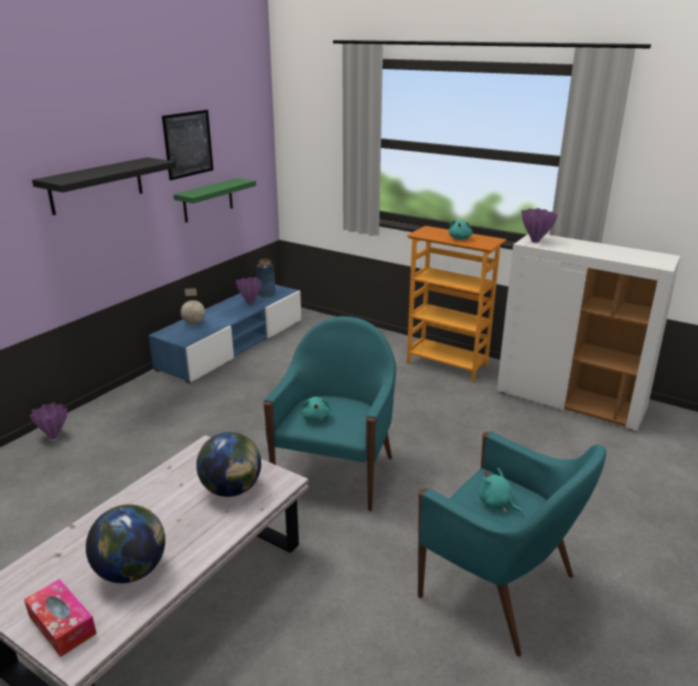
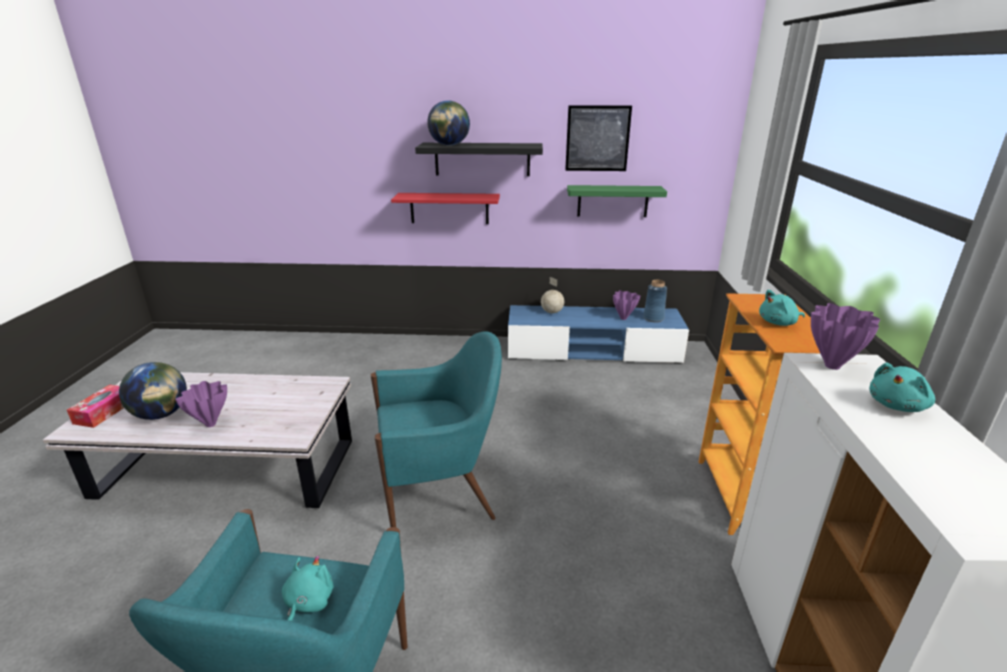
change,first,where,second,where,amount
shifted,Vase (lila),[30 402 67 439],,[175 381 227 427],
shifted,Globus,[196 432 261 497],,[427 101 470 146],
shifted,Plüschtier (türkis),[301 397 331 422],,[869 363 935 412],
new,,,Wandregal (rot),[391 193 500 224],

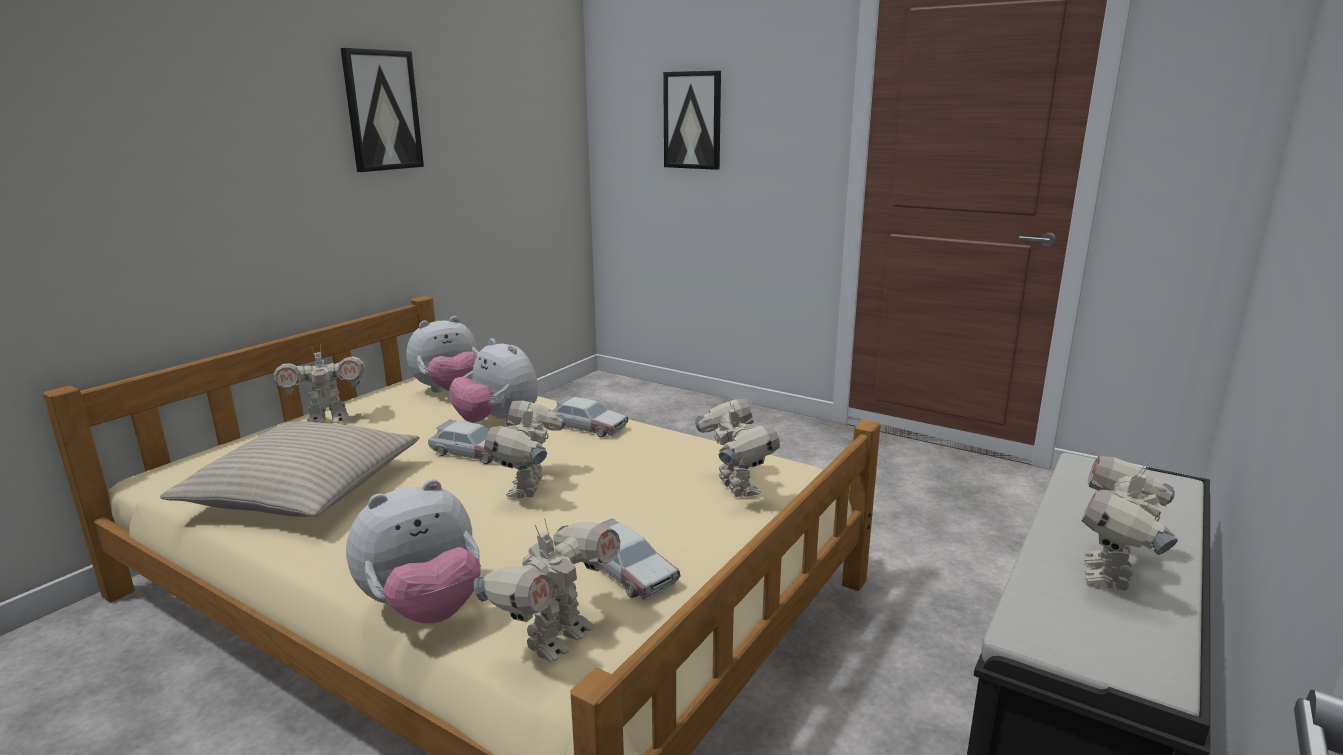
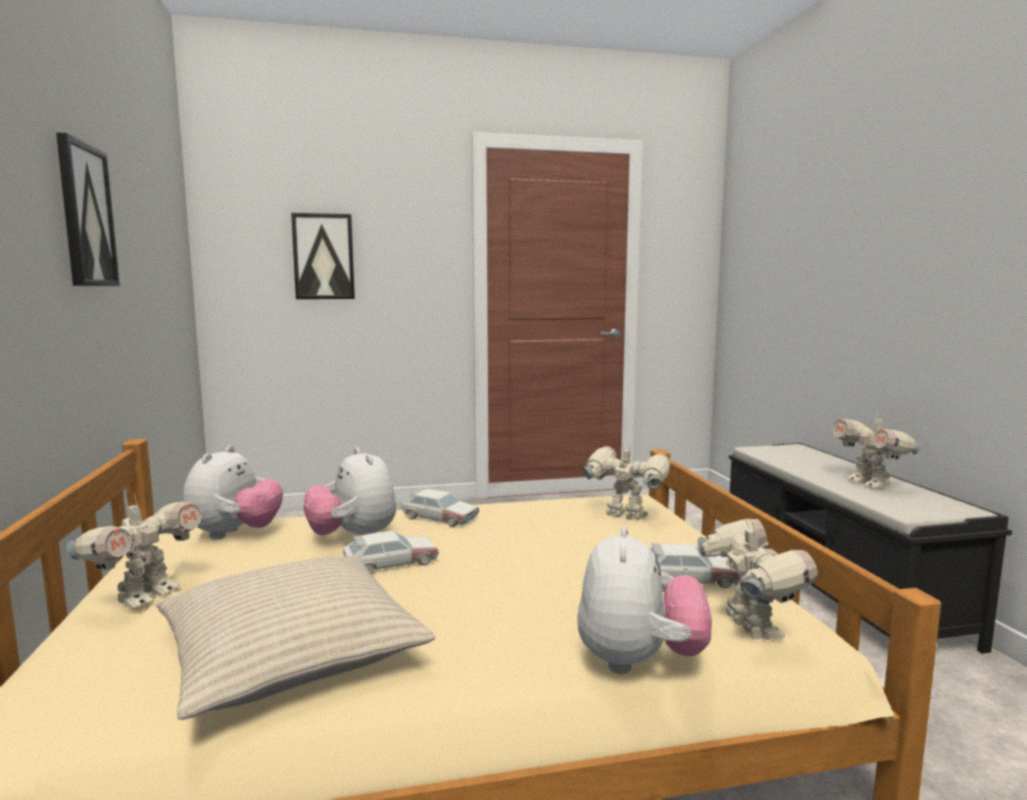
change,first,where,second,where,amount
rotated,Plüschtier,[449 338 538 423],,[304 447 396 535],60 degrees clockwise
gone,Spielzeugroboter,[484 399 565 498],,,
rotated,Spielzeugauto,[551 395 629 437],,[401 488 479 527],45 degrees clockwise

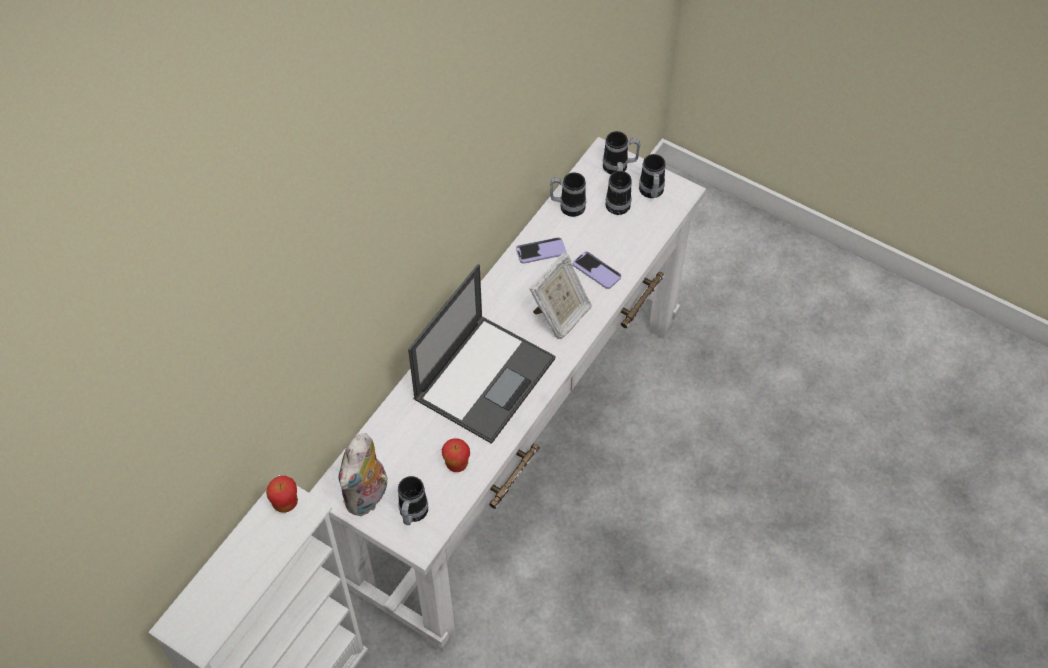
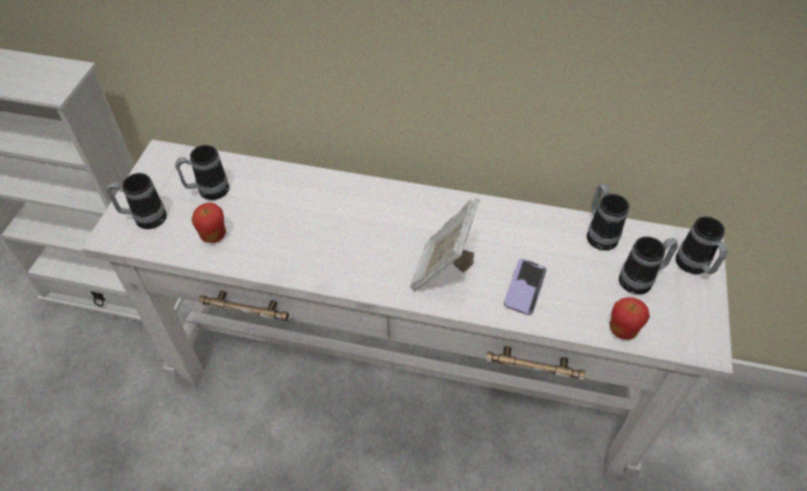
change,first,where,second,where,amount
shifted,Apfel,[266 476 298 513],,[609 297 650 340],
gone,Plüschtier,[339 433 388 516],,,
gone,Laptop,[408 264 555 444],,,
gone,Handy,[516 237 566 264],,,
rotated,Bilderrahmen,[529 252 592 339],,[410 198 480 292],90 degrees clockwise
shifted,Henkelbecher,[639 154 666 198],,[175 145 229 200],

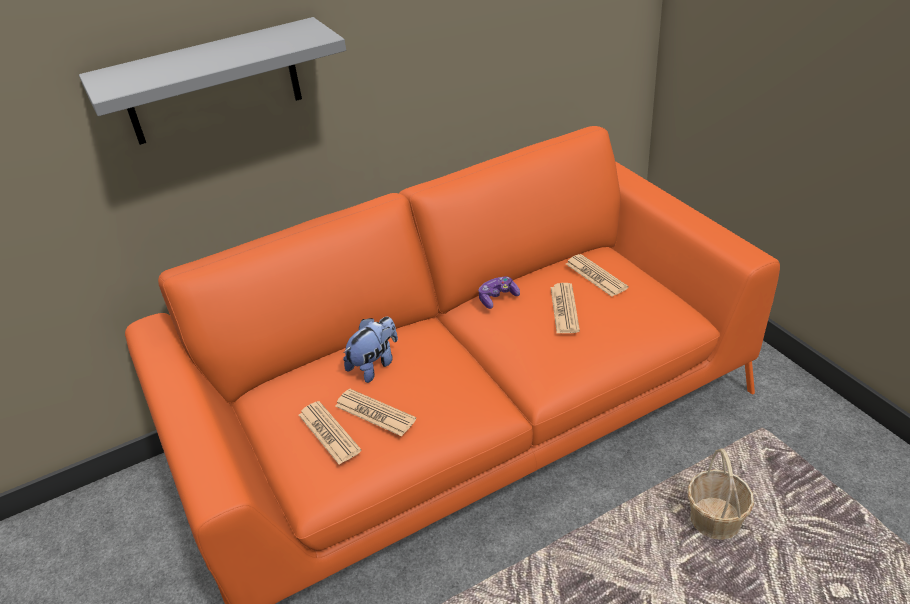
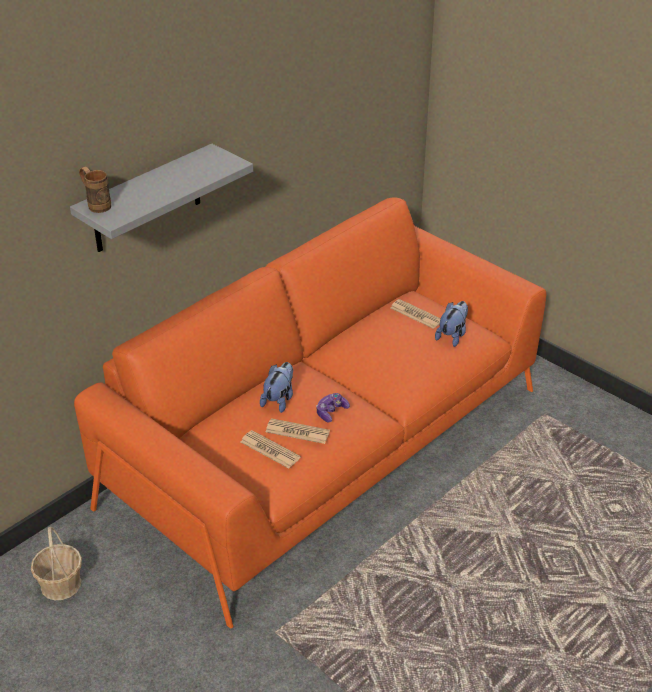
change,first,where,second,where,amount
shifted,Gamepad,[478 276 520 309],,[316 393 350 422],
gone,Zeitung,[551 283 580 333],,,
shifted,Korb,[688 448 754 540],,[31 527 82 600],
new,,,Henkelbecher (braun),[79 167 111 213],
new,,,Plüschtier,[435 301 468 347],

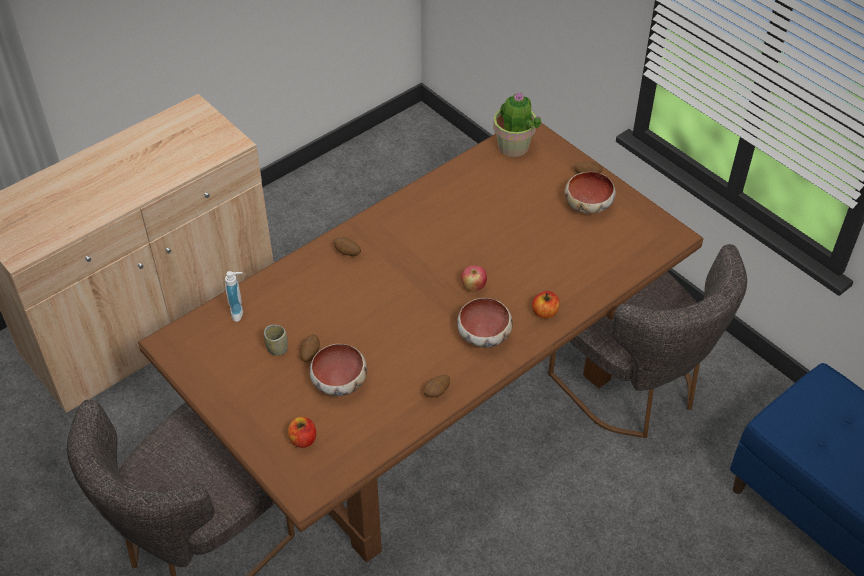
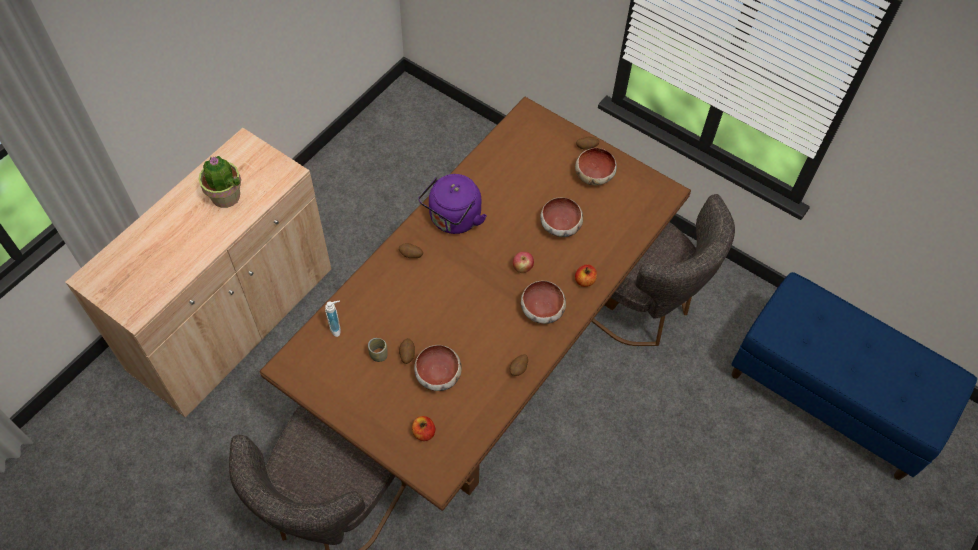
change,first,where,second,where,amount
shifted,Topfpflanze,[493 92 541 157],,[199 156 241 208],
new,,,Wasserkessel (lila),[418 174 487 234],
new,,,Schüssel,[540 197 583 237],

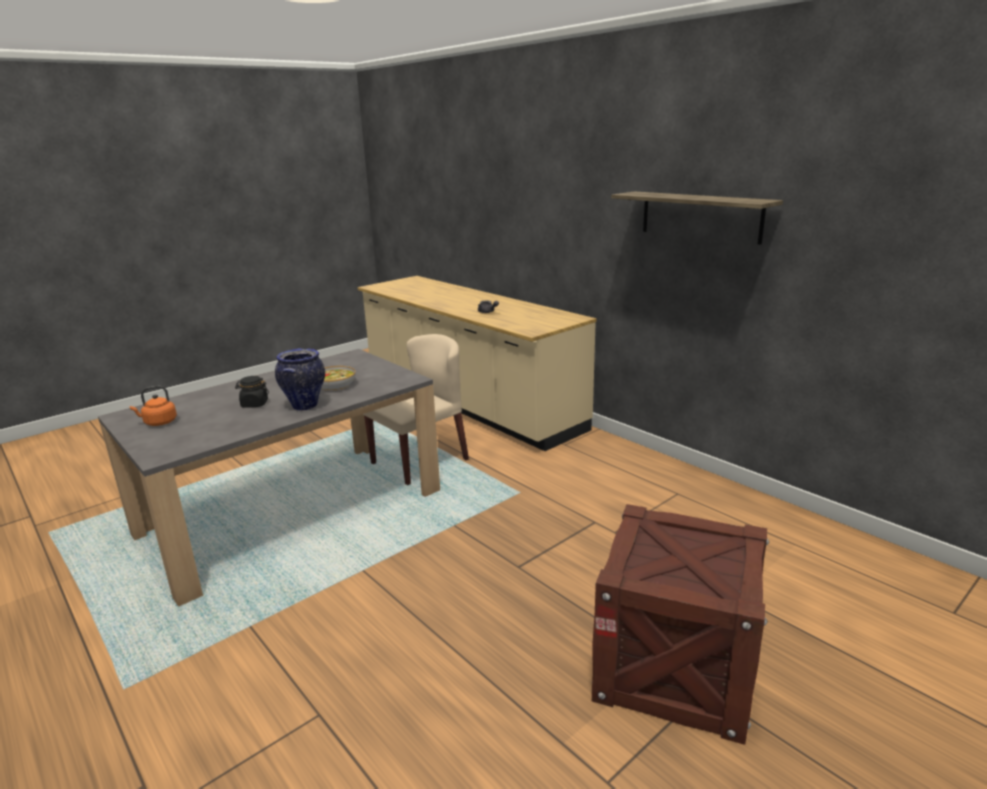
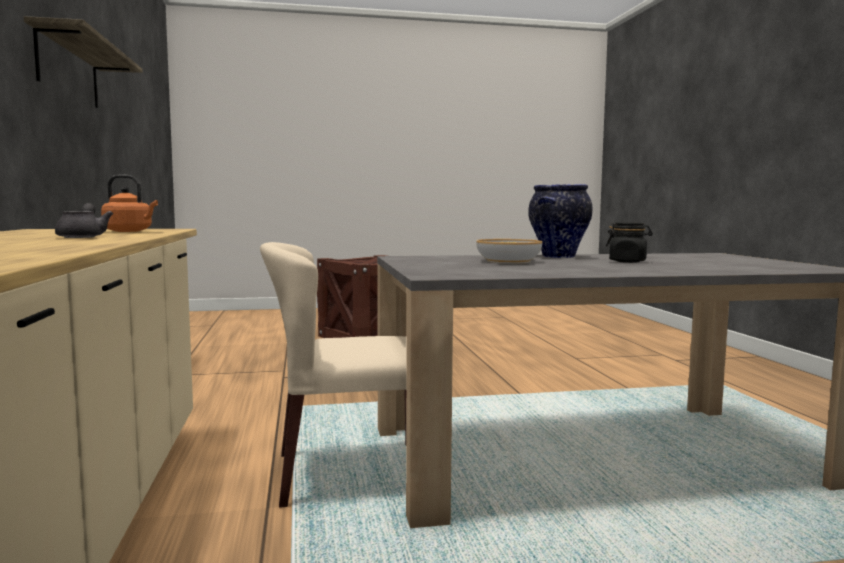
change,first,where,second,where,amount
shifted,Wasserkessel (orange),[130 386 177 426],,[101 175 158 232],

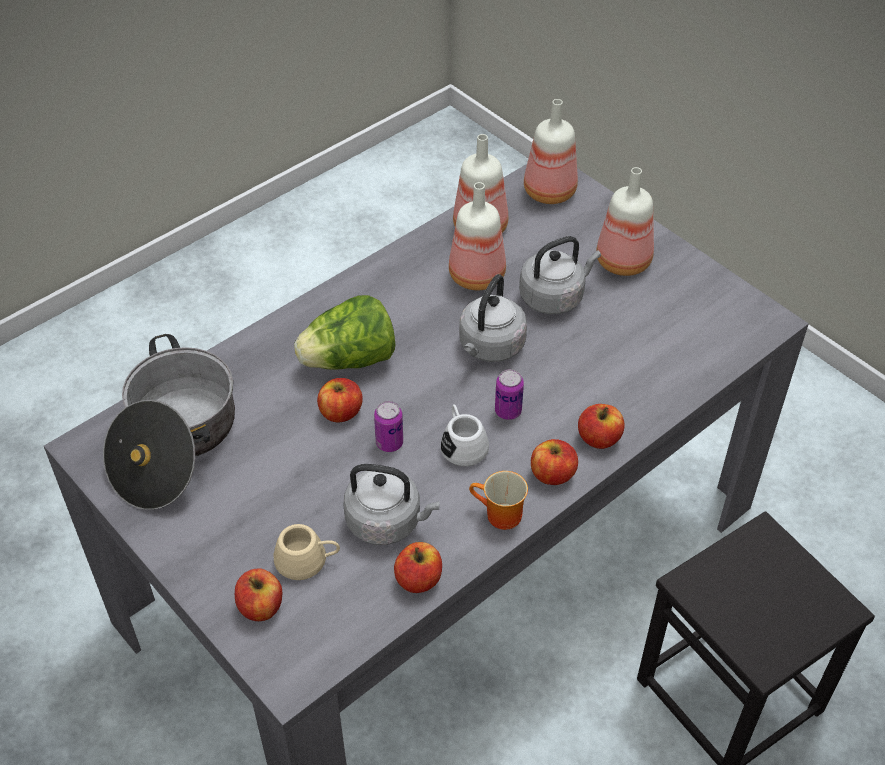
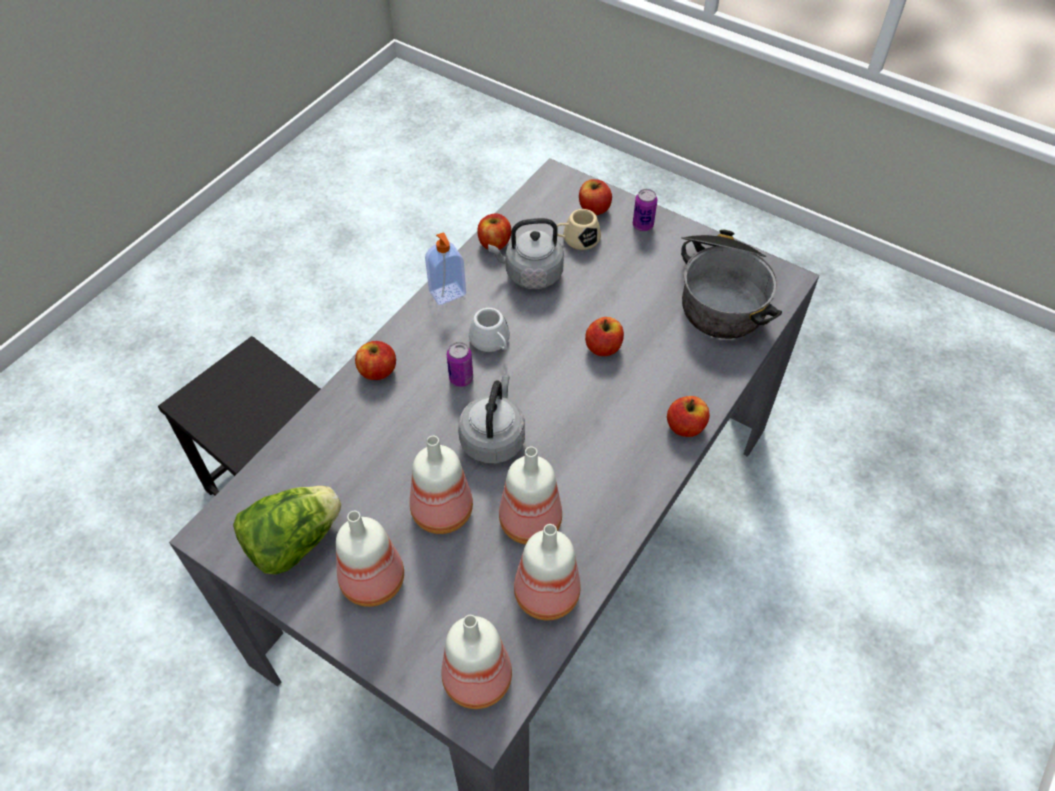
change,first,where,second,where,amount
shifted,Salatkopf,[294 295 395 370],,[233 486 341 575],
shifted,Dose,[374 401 403 452],,[633 189 657 231],
swapped,Henkelbecher,[469 471 528 530],Seifenspender,[425 232 466 305],
swapped,Wasserkessel (grau),[519 236 601 314],Flasche,[410 436 473 534],
shifted,Apfel,[531 439 578 485],,[667 396 710 437],

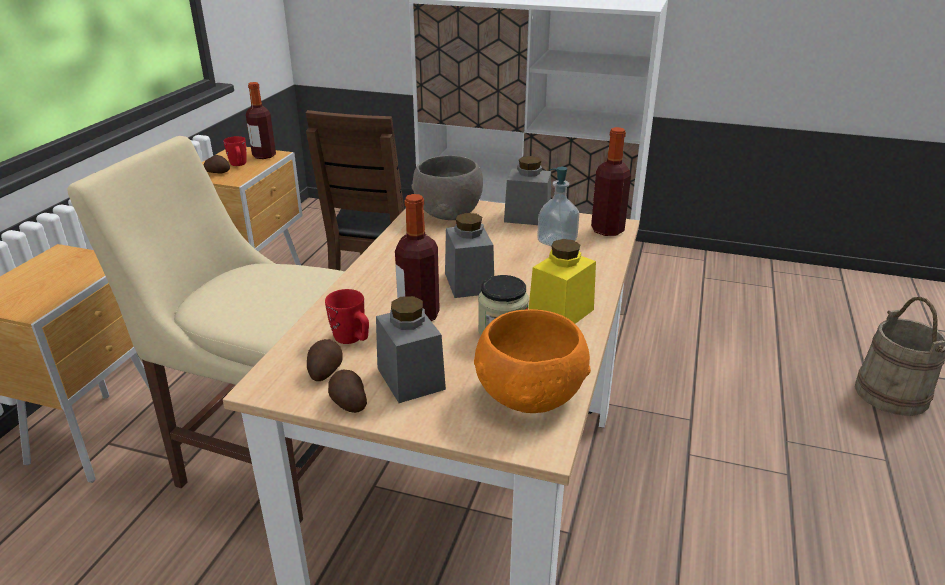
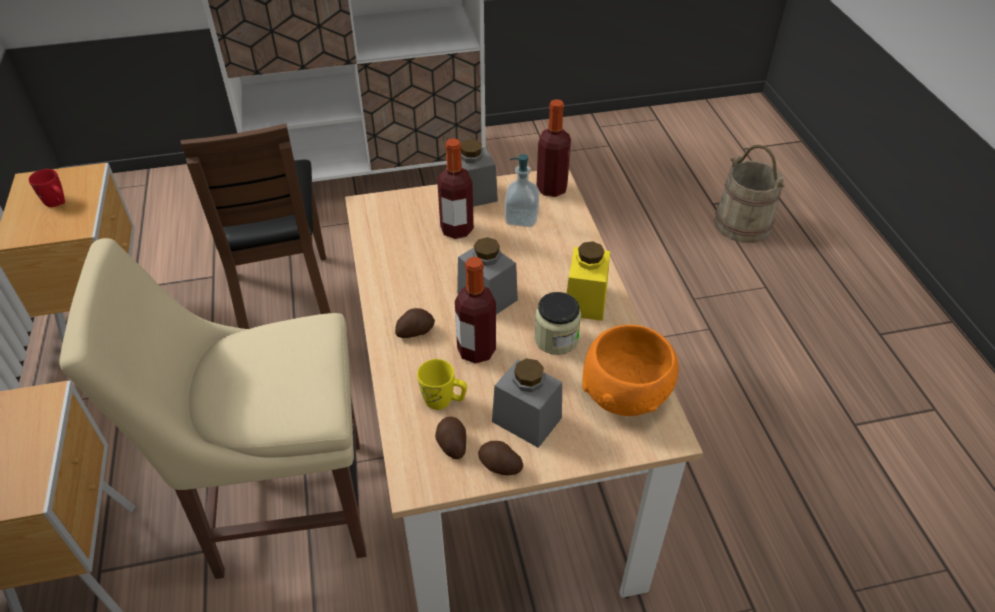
change,first,where,second,where,amount
shifted,Kartoffel,[203 155 230 174],,[395 308 435 338],
shifted,Flasche,[246 82 276 159],,[437 138 474 239],
repainted,Henkelbecher (rot),[325 289 369 344],Henkelbecher (gelb),[417 359 467 410],
gone,Schüssel (grau),[412 155 483 220],,,

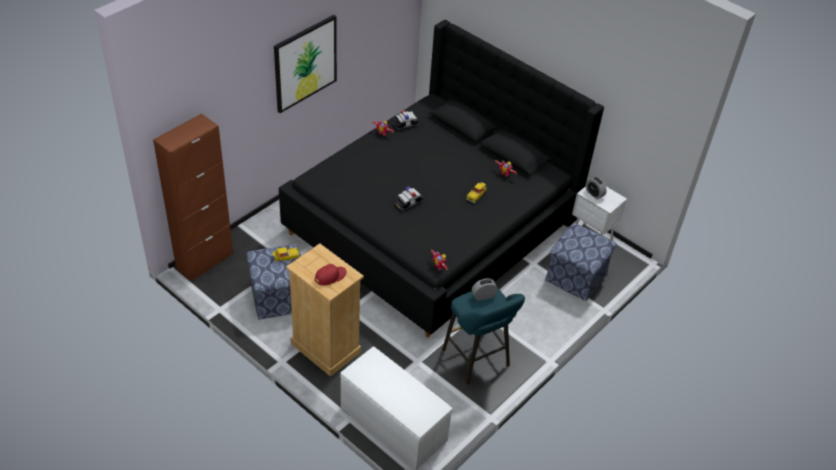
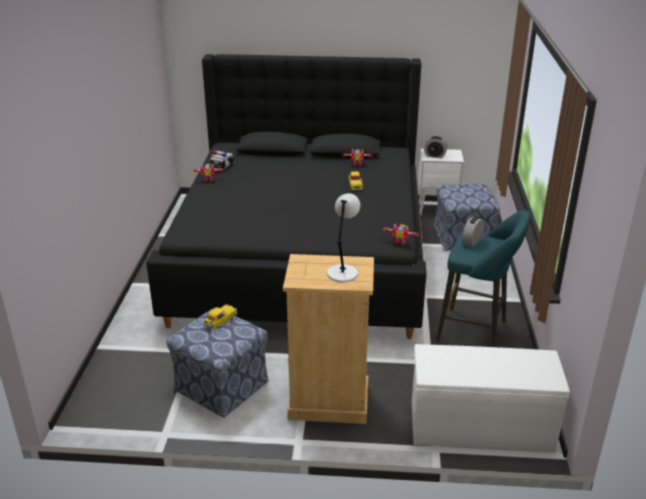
change,first,where,second,where,amount
gone,Schrank (braun),[153 113 233 282],,,
gone,Bild,[274 15 337 113],,,
swapped,Kappe (rot),[315 264 347 286],Tischlampe (grau),[327 193 360 282],
gone,Spielzeugauto,[395 187 423 210],,,

